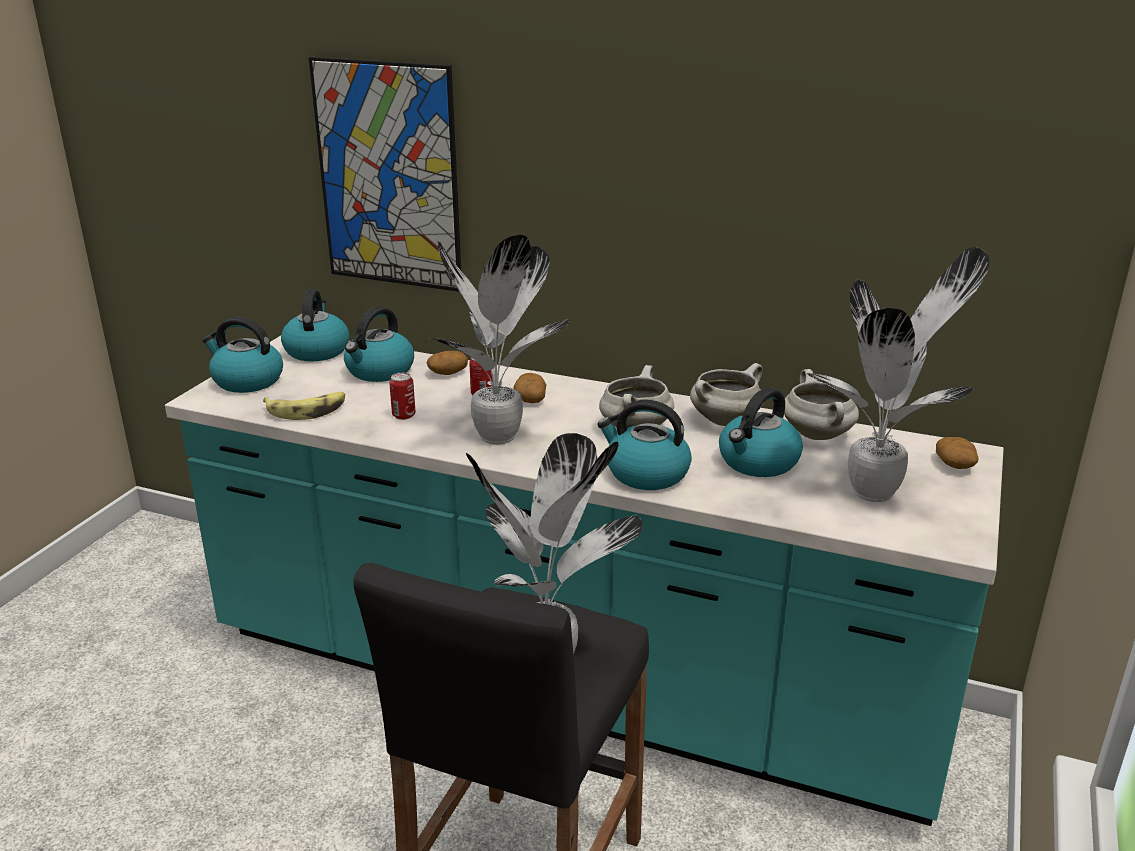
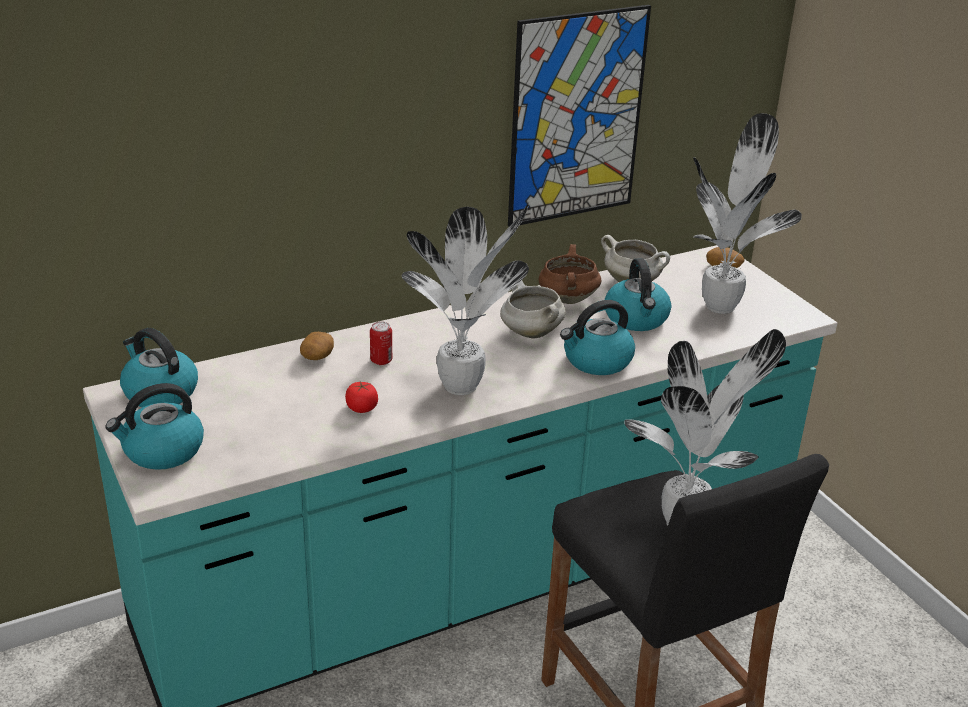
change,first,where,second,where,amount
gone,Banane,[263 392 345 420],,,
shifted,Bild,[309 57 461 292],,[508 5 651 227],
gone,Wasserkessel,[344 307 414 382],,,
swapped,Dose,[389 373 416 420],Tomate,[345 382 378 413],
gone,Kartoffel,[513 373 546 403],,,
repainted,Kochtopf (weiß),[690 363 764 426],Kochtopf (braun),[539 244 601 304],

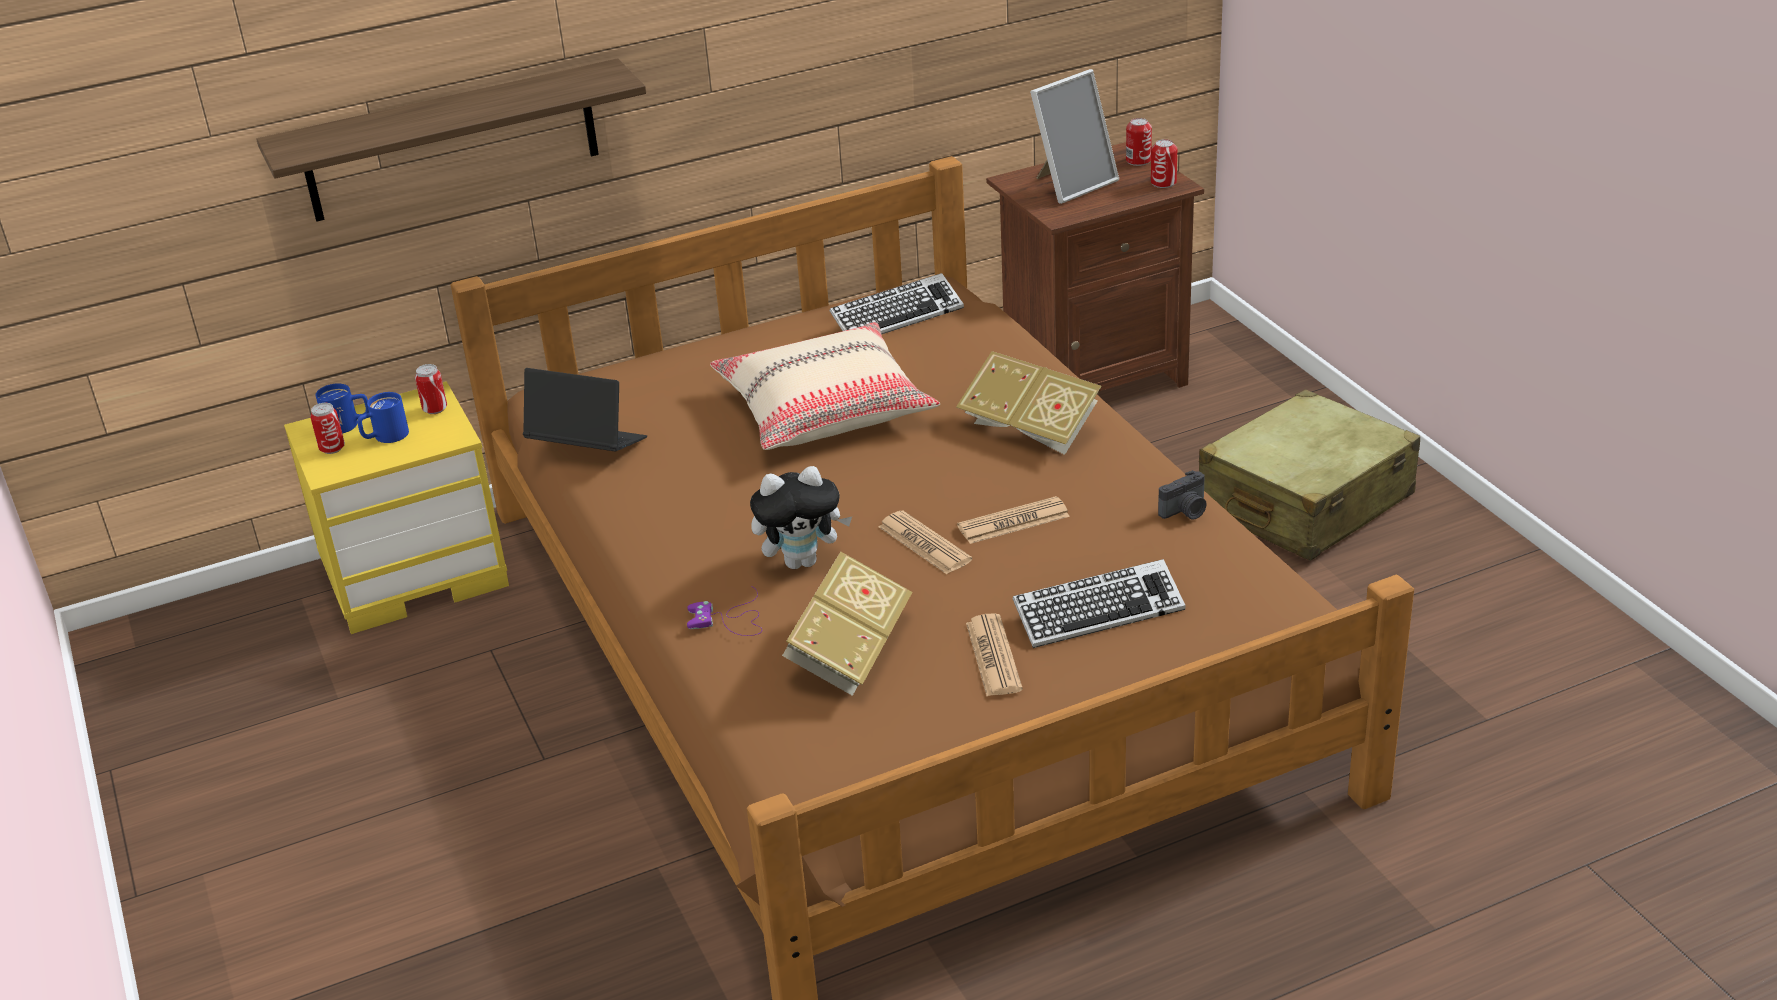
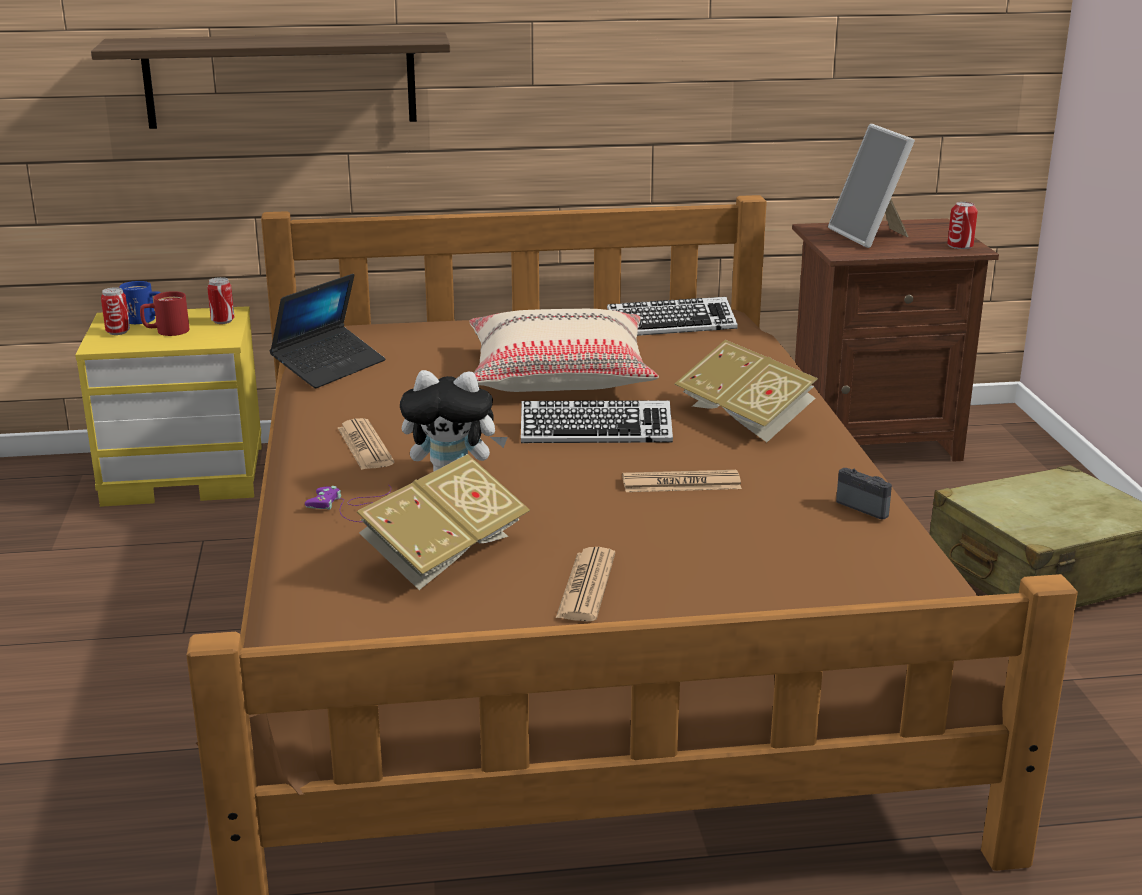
change,first,where,second,where,amount
repainted,Henkelbecher (blau),[358 392 409 443],Henkelbecher (rot),[140 291 189 336],
rotated,Laptop,[523 368 647 452],,[270 274 385 388],90 degrees clockwise
shifted,Zeitung,[878 510 972 574],,[338 418 395 470],
shifted,Tastatur,[1013 559 1185 648],,[521 400 673 443],
rotated,Bilderrahmen,[1030 69 1119 204],,[828 124 915 248],90 degrees clockwise
gone,Dose,[1126 118 1152 166],,,
rotated,Kamera,[1158 470 1207 520],,[836 468 892 519],120 degrees counterclockwise

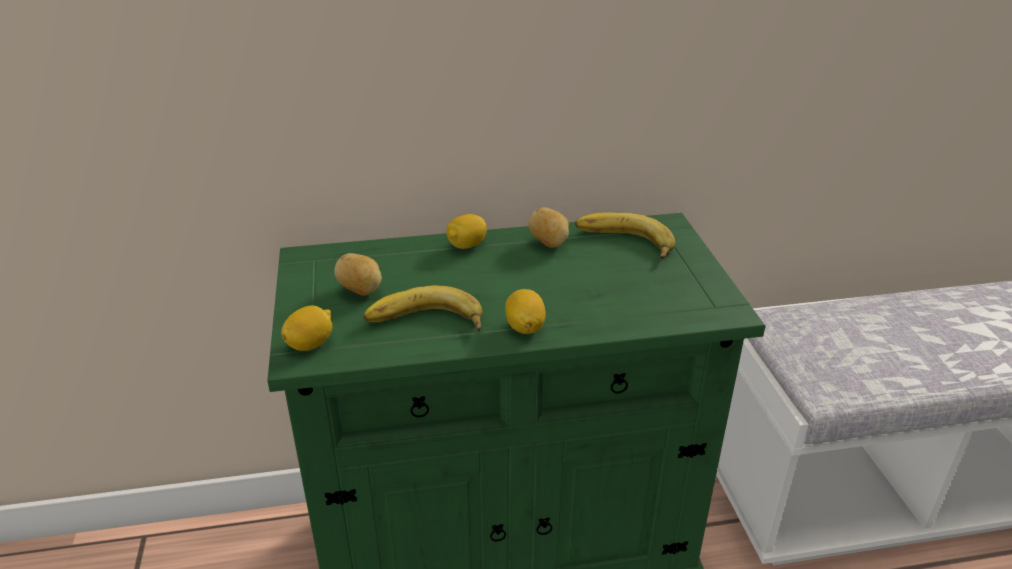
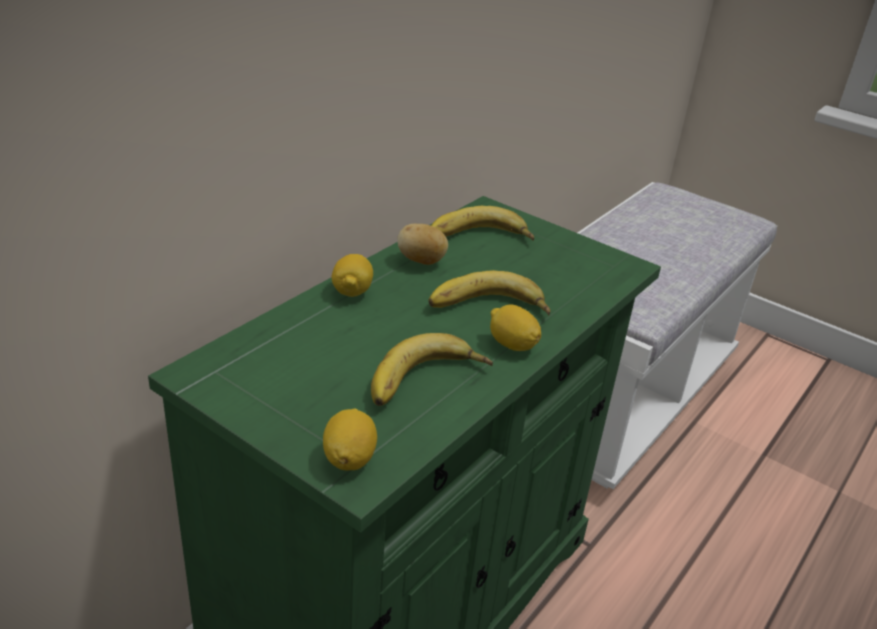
change,first,where,second,where,amount
gone,Kartoffel,[334 253 382 296],,,
new,,,Banane,[429 270 550 315],

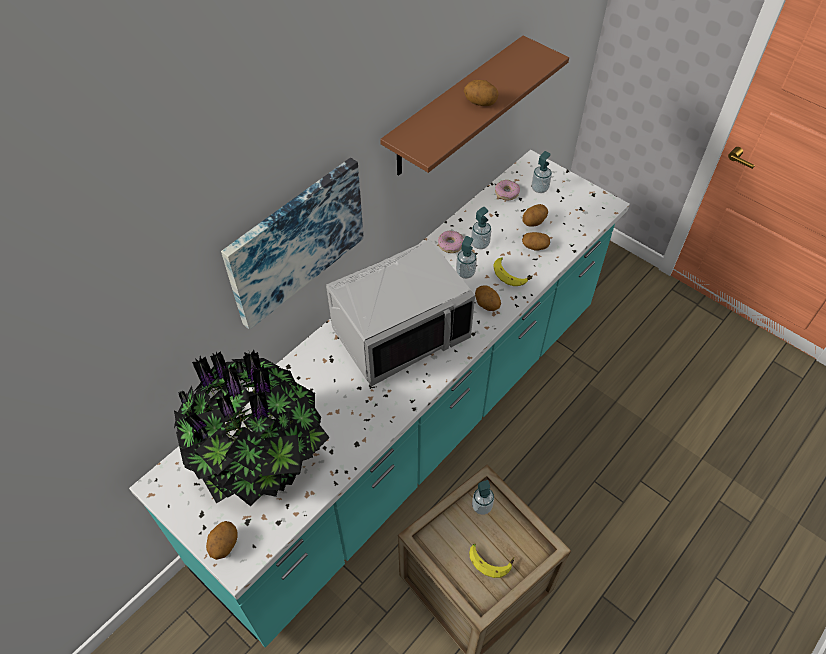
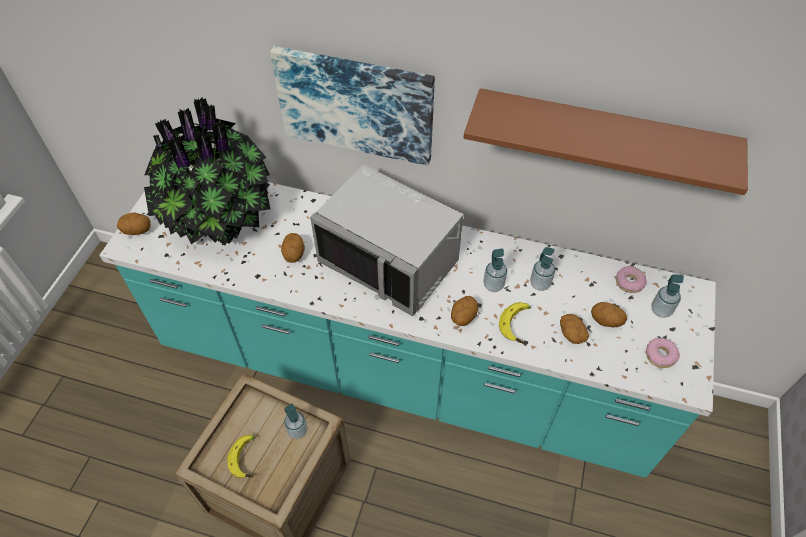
change,first,where,second,where,amount
shifted,Donut,[438 231 464 253],,[646 338 680 368],
shifted,Kartoffel,[464 80 499 106],,[281 233 305 263],

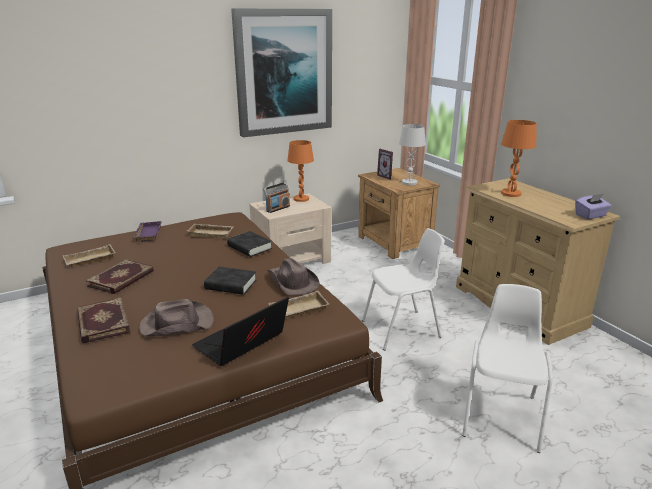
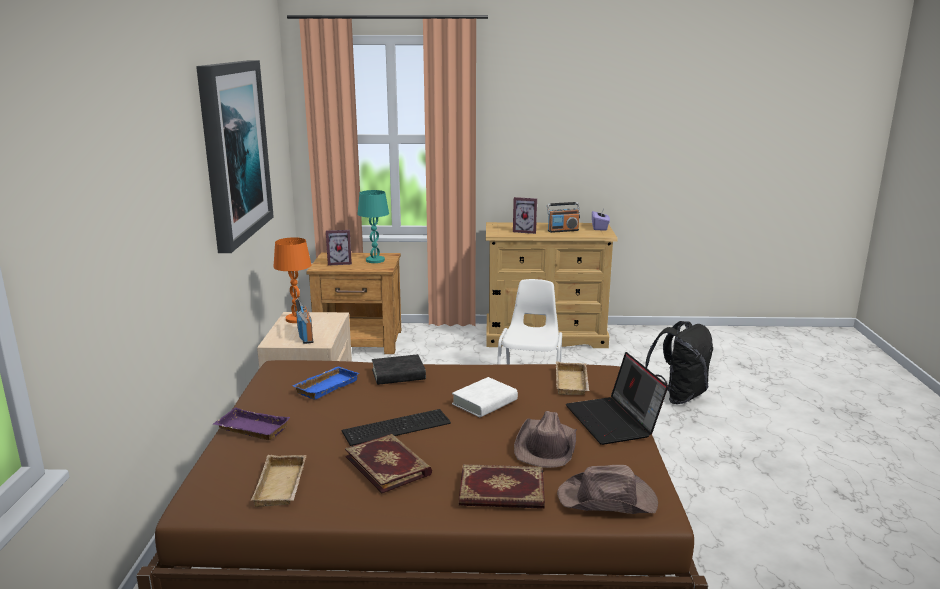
change,first,where,second,where,amount
repainted,Tablett (beige),[187 224 233 238],Tablett (blau),[292 366 359 400],
repainted,Buch (schwarz),[204 267 257 295],Buch (weiß),[452 377 518 417],
shifted,Hut (braun),[268 258 320 295],,[557 465 658 514],
repainted,Tischlampe (weiß),[399 124 426 185],Tischlampe (türkis),[357 190 389 263],
swapped,Stuhl (weiß),[462 284 553 453],Rucksack (schwarz),[645 321 713 404],
swapped,Tischlampe (orange),[501 120 537 197],Bilderrahmen,[513 197 537 234],
new,,,Tastatur,[341 409 451 446],
new,,,Radio,[547 202 580 233],

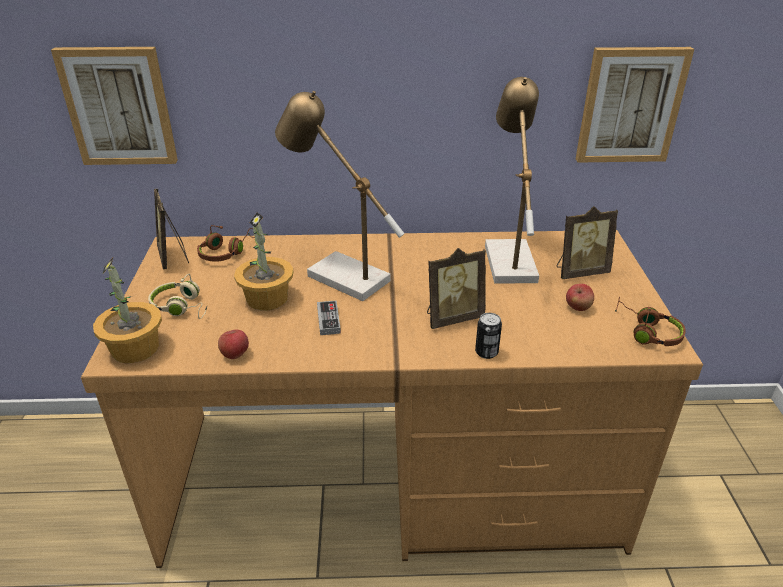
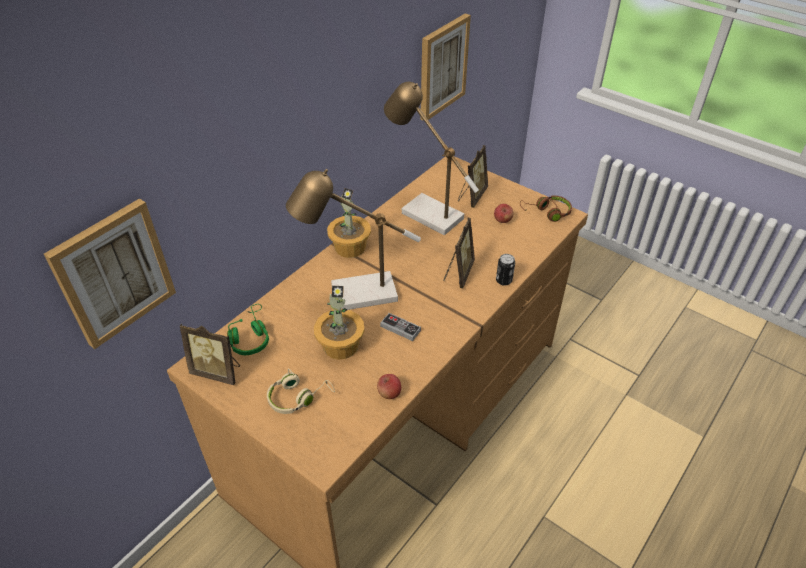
change,first,where,second,where,amount
shifted,Topfpflanze,[93 258 162 363],,[327 188 371 258],
repainted,Kopfhörer (braun),[197 225 255 262],Kopfhörer (grün),[227 304 269 355],

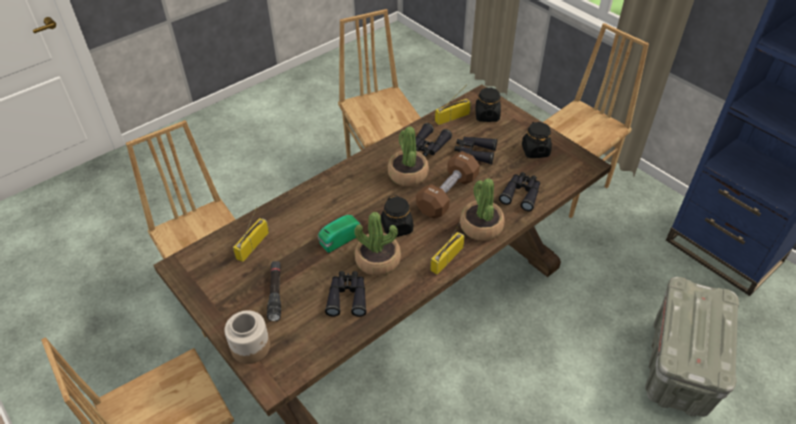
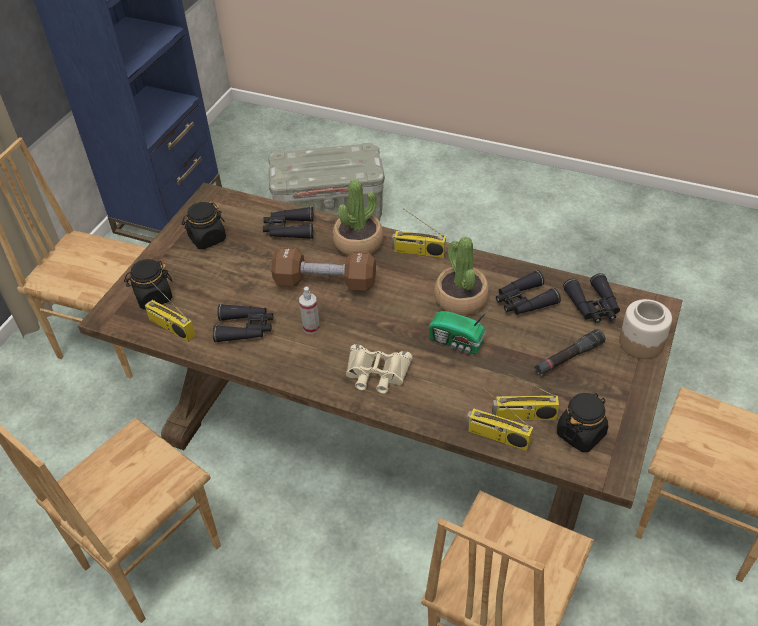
change,first,where,second,where,amount
shifted,Vorratsglas (schwarz),[381 195 413 237],,[557 393 608 452],
swapped,Topfpflanze,[388 126 429 187],Sprühflasche,[299 287 320 334],
shifted,Fernglas (schwarz),[454 137 498 164],,[563 273 620 323],
new,,,Fernglas (beige),[346 344 413 394],
new,,,Radio,[466 389 533 451],

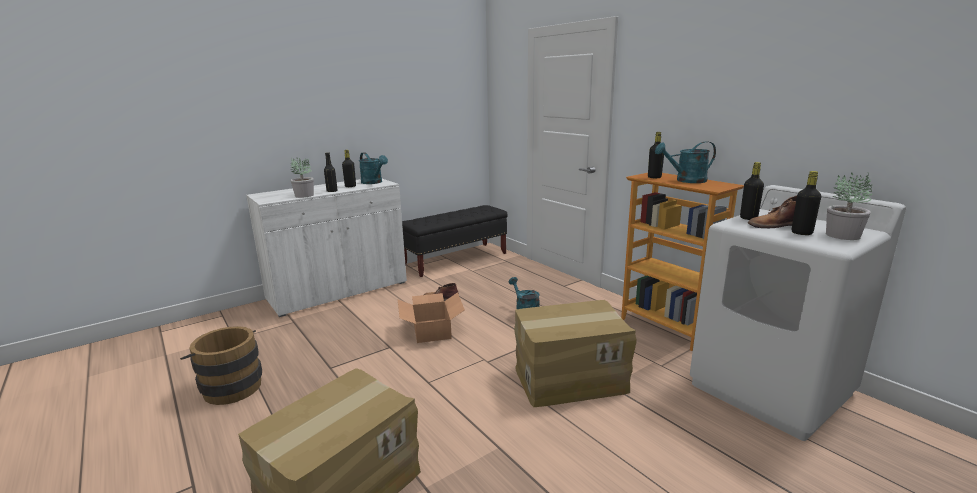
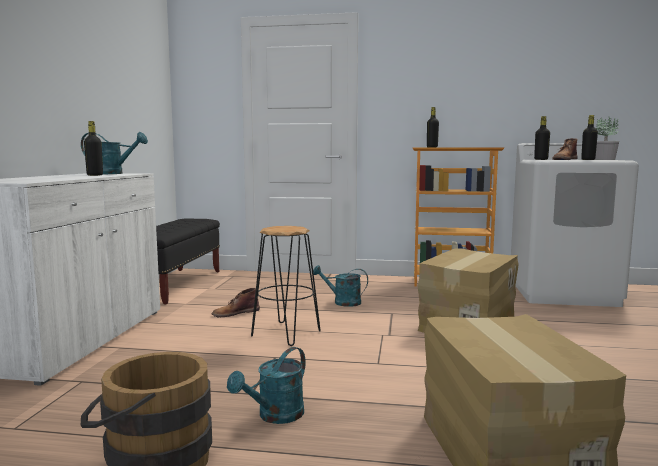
change,first,where,second,where,amount
gone,Topfpflanze,[290 158 314 198],,,
gone,Flasche (schwarz),[324 152 338 192],,,
swapped,Karton,[398 292 465 343],Hocker (schwarz),[251 226 321 346],
shifted,Gießkanne (türkis),[655 141 716 183],,[227 347 306 424],

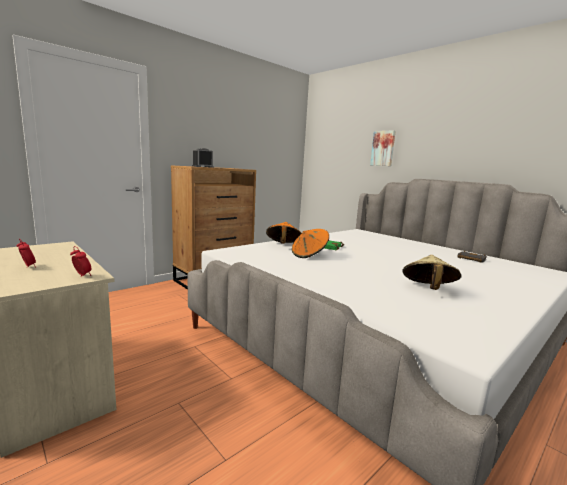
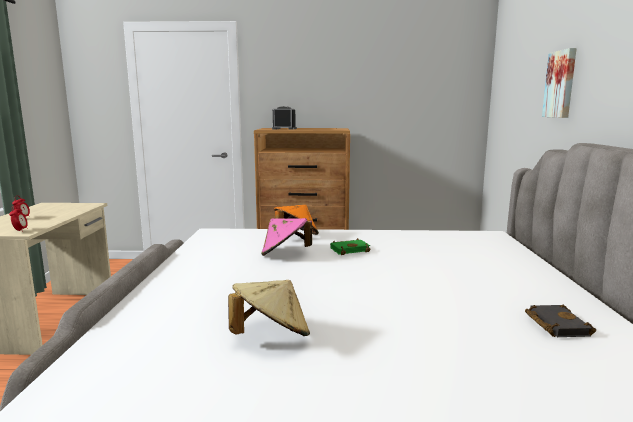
change,first,where,second,where,amount
repainted,Hut (orange),[292 229 329 258],Hut (rosa),[261 218 312 256],

